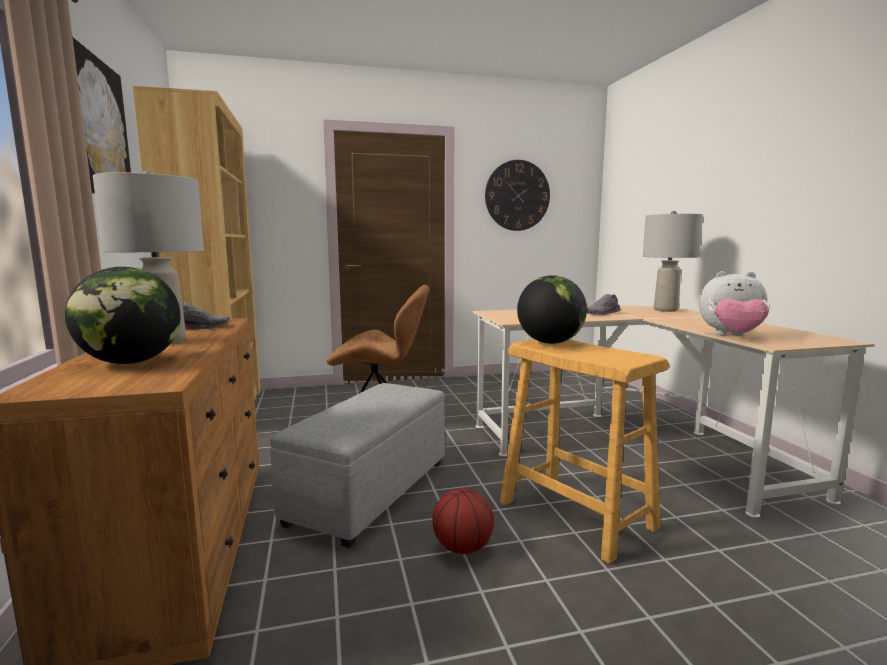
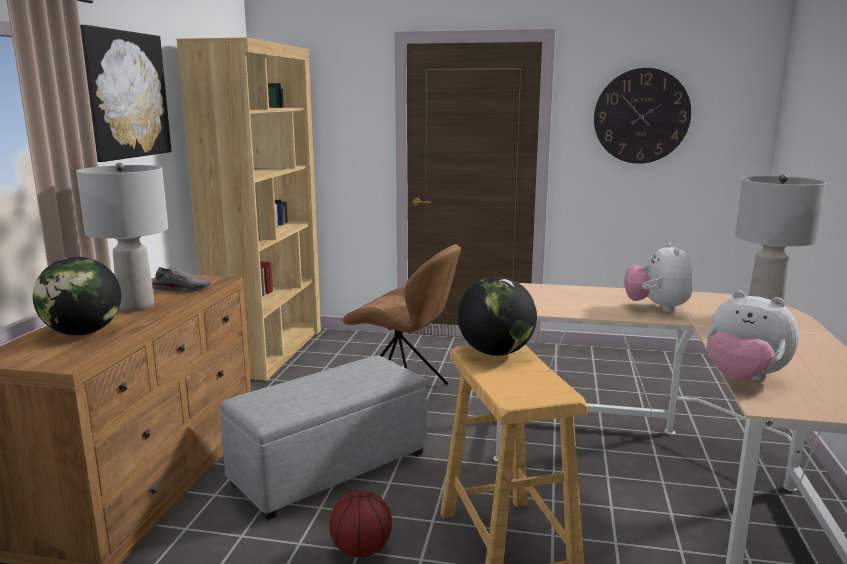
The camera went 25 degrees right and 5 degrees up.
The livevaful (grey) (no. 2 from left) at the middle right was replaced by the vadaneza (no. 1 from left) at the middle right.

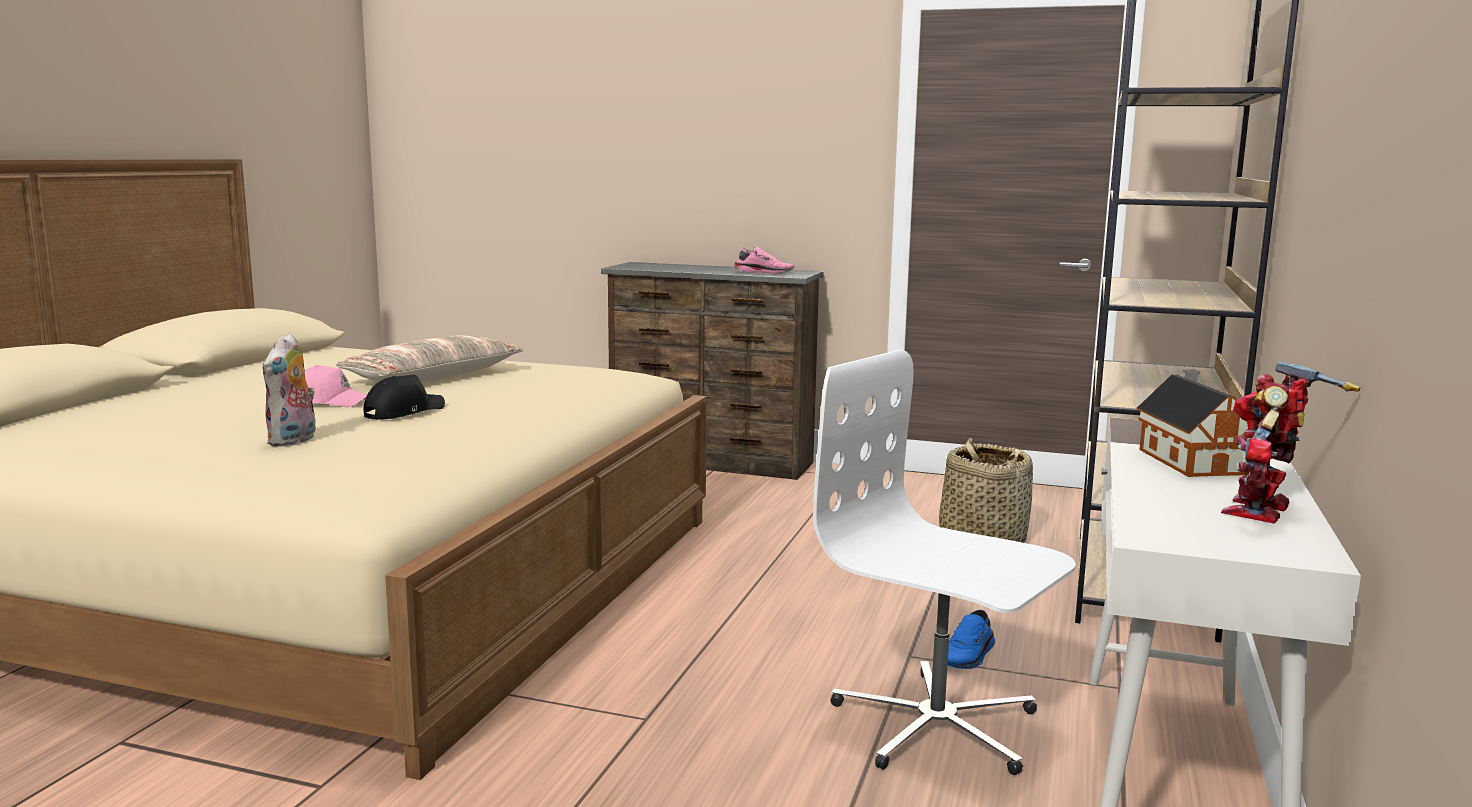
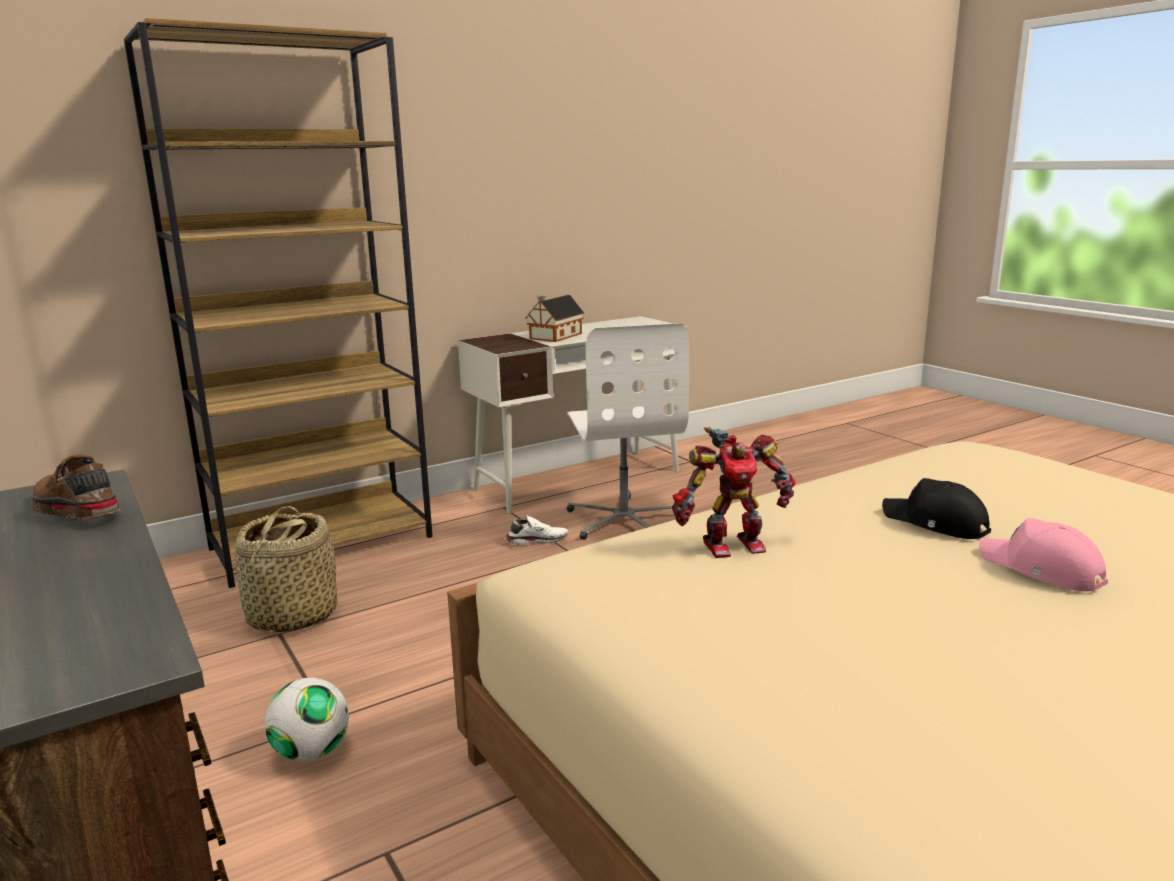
The camera went 140 degrees left and 5 degrees up.
The vadaneza at the middle left disappeared.
The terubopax at the middle left disappeared.
The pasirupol at the bottom left appeared.
The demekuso moved from the middle right to the centre.
The livevaful (pink) at the top centre became the livevaful (brown) at the middle left.
The livevaful (blue) at the bottom centre became the livevaful (white) at the centre.
The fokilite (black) at the middle left turned 60 degrees clockwise.

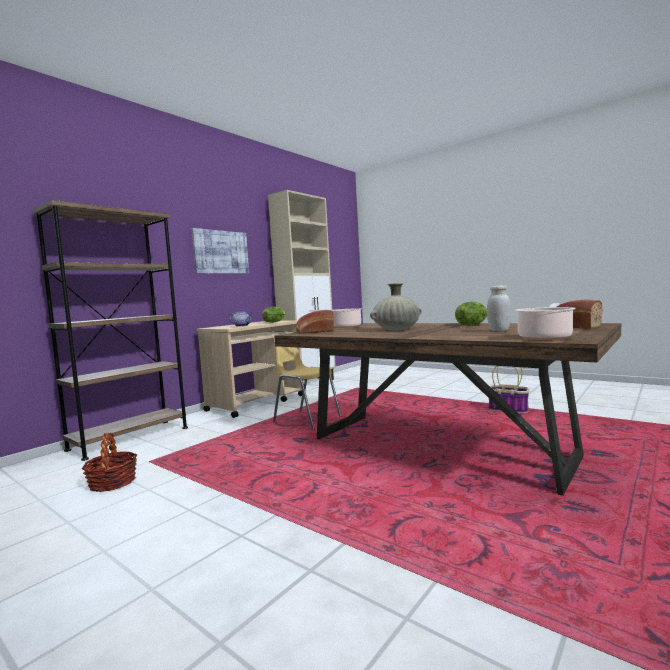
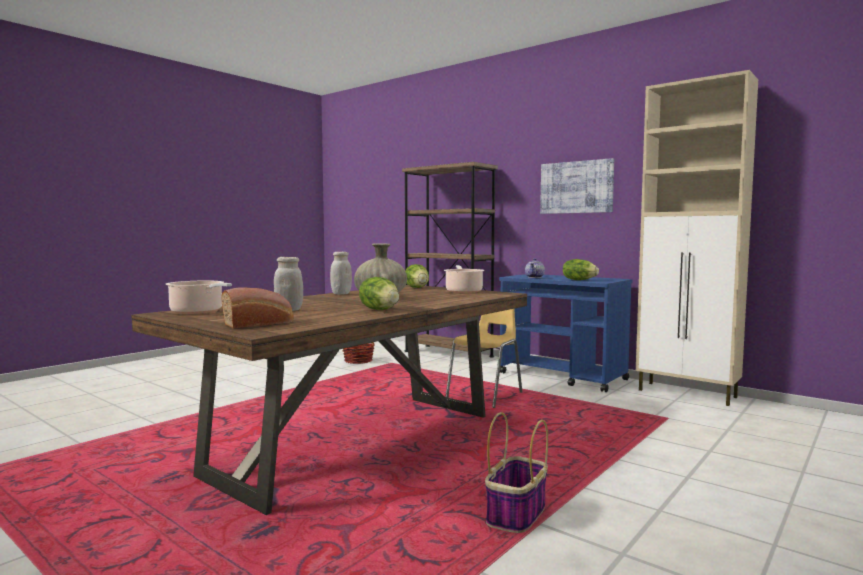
The camera went 90 degrees right and 0 degrees up.
The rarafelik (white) (no. 2 from left) at the centre appeared.
The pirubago (no. 1 from left) at the centre was replaced by the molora (no. 2 from left) at the centre.
The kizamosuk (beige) at the centre became the kizamosuk (blue) at the centre.

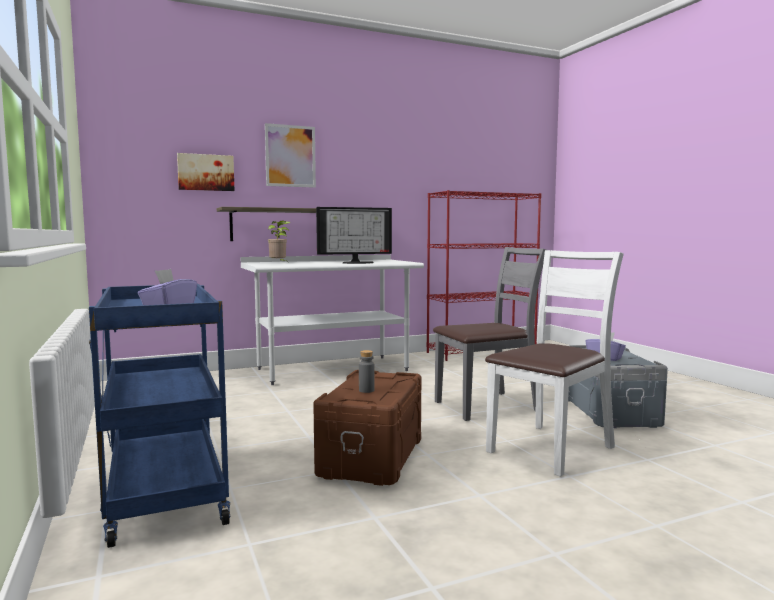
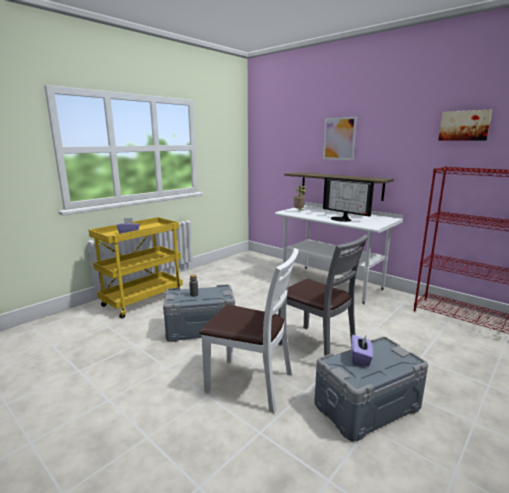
The camera went 65 degrees right and 10 degrees up.
The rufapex (no. 1 from left in the first image) moved from the top left to the top right.
The kizamosuk (blue) at the bottom left became the kizamosuk (yellow) at the middle left.
The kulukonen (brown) at the bottom centre became the kulukonen (grey) (no. 1 from left) at the centre.

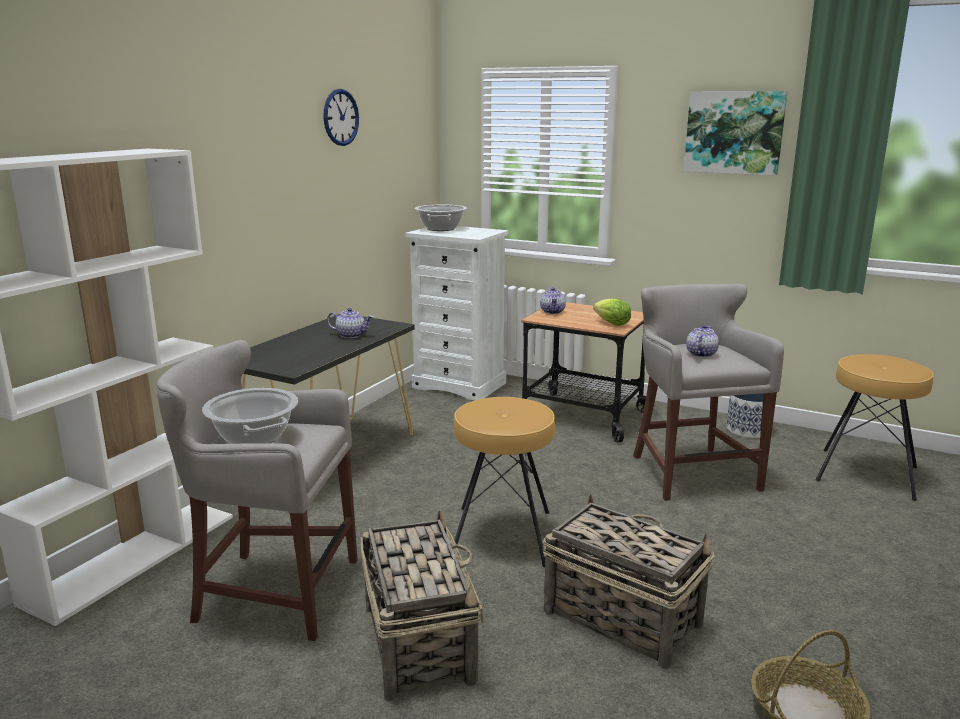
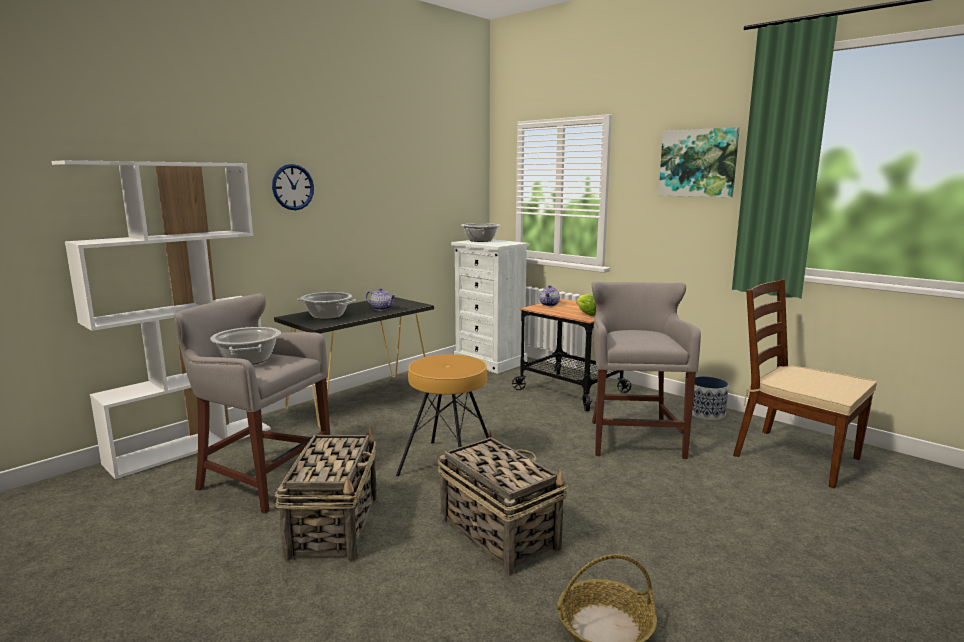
The camera went 15 degrees right and 5 degrees down.
The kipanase (no. 3 from left) at the middle right disappeared.
The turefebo (no. 2 from left) at the centre appeared.
The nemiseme moved from the top centre to the top left.
The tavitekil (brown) (no. 2 from left) at the middle right was replaced by the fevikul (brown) at the middle right.

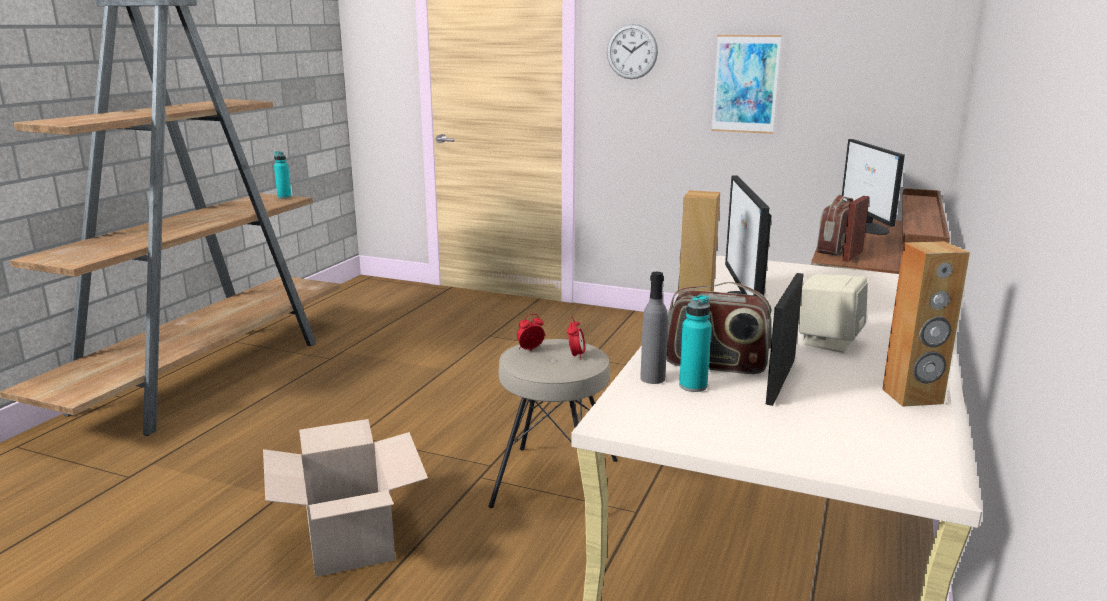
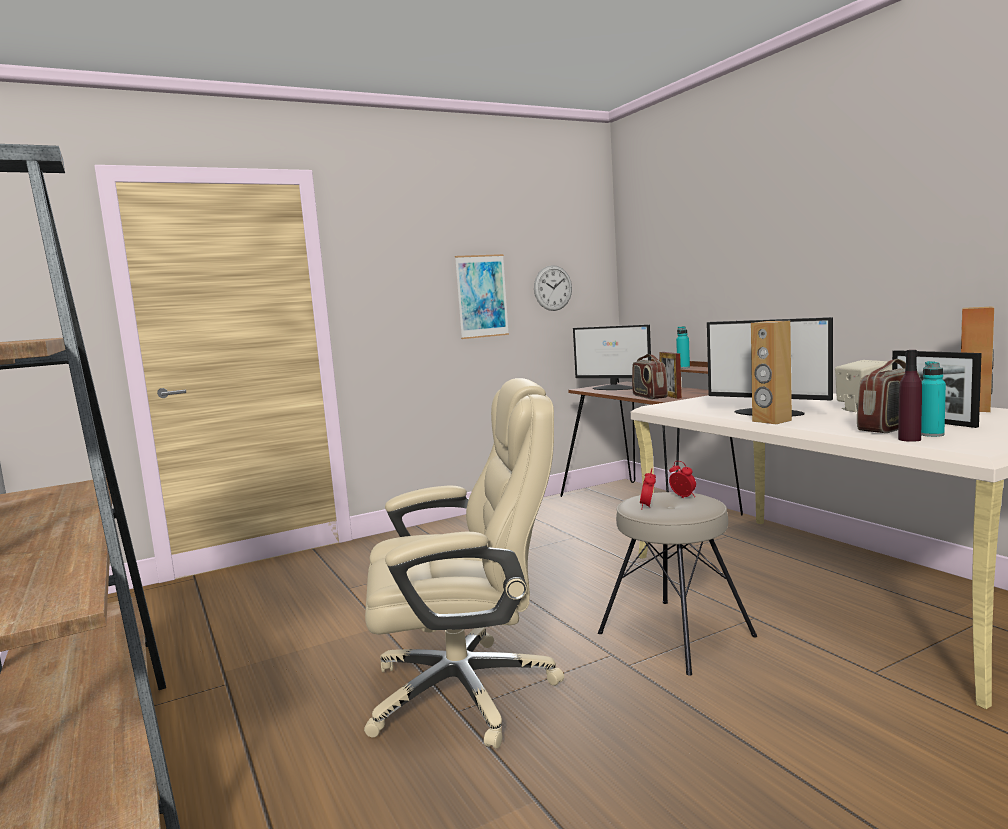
The camera went 50 degrees left and 10 degrees down.
The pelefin at the bottom left disappeared.
The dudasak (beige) at the bottom centre appeared.
The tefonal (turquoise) (no. 1 from left) moved from the top left to the middle right.
The nemiseme moved from the top centre to the centre.
The tefonal (grey) at the centre became the tefonal (purple) at the middle right.

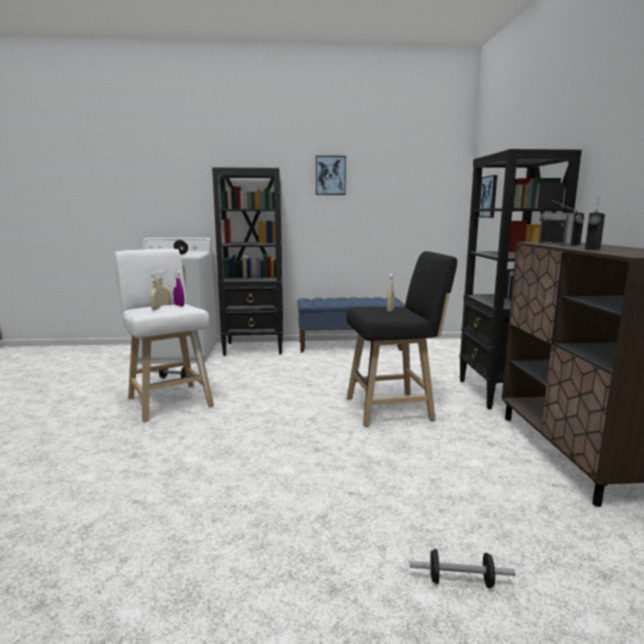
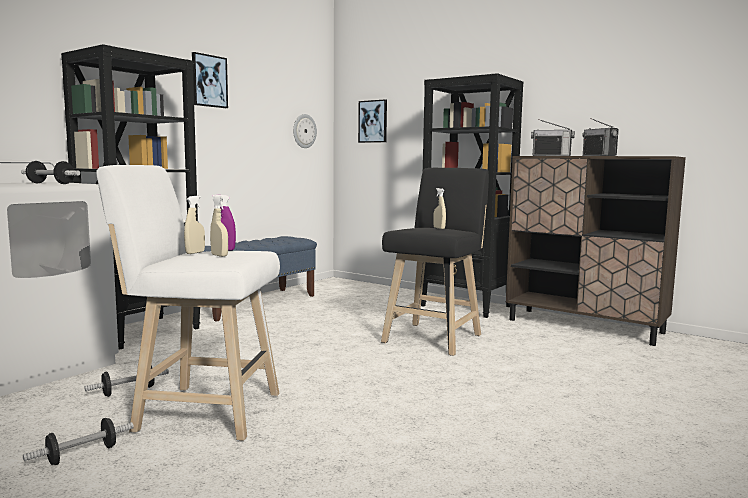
The camera went 50 degrees left and 5 degrees down.
The nemiseme at the top centre appeared.
The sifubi (no. 3 from left in the first image) moved from the bottom right to the bottom left.

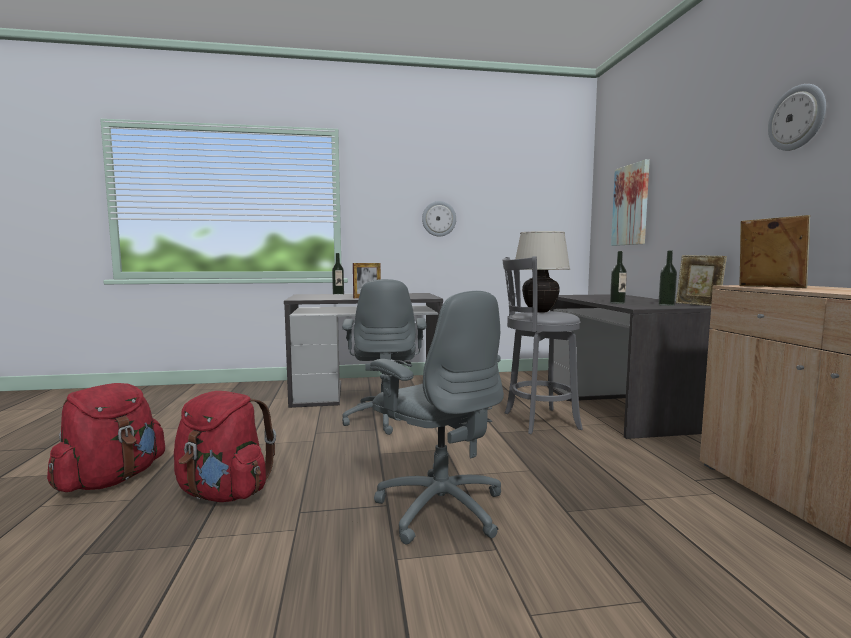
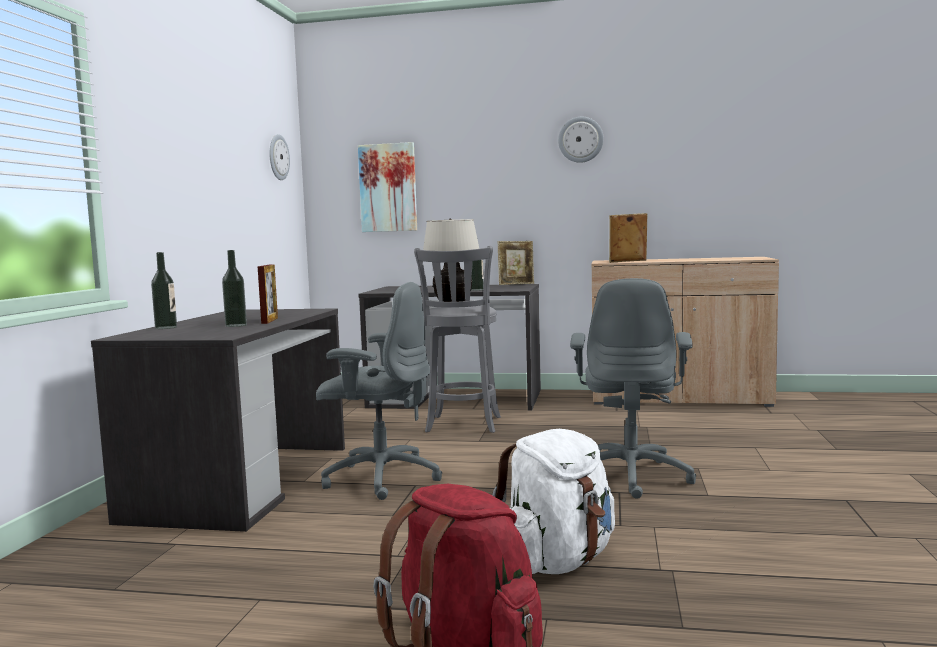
The camera went 70 degrees left and 0 degrees up.
The nemiseme (no. 1 from left) moved from the centre to the top left.
The tefonal (no. 3 from left in the first image) moved from the middle right to the middle left.
The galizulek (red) (no. 2 from left) at the bottom left became the galizulek (white) at the bottom centre.
The dudasak (grey) (no. 2 from left) at the centre turned 120 degrees clockwise.

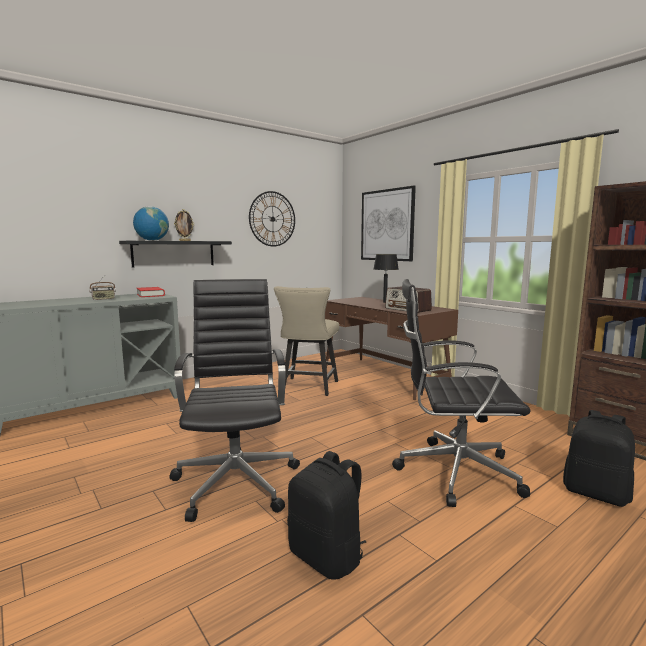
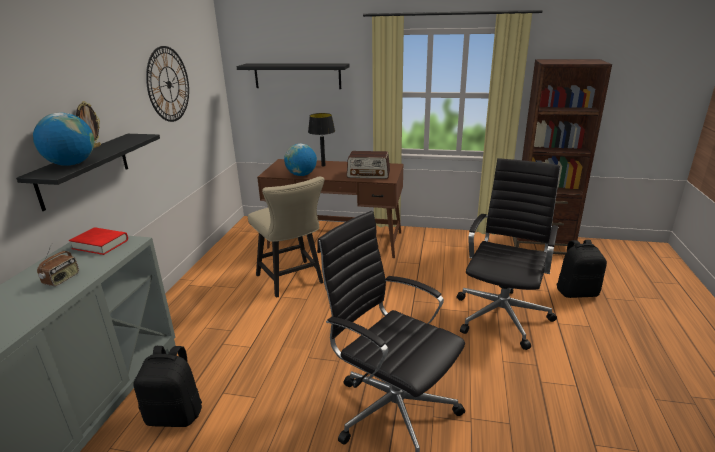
The camera went 40 degrees left and 15 degrees up.
The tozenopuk (no. 2 from left) at the centre appeared.
The galizulek (black) (no. 1 from left) moved from the bottom centre to the bottom left.
The rufapex at the centre was replaced by the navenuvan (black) (no. 2 from left) at the top centre.
The dudasak (black) (no. 2 from left) at the middle right turned 150 degrees clockwise.

